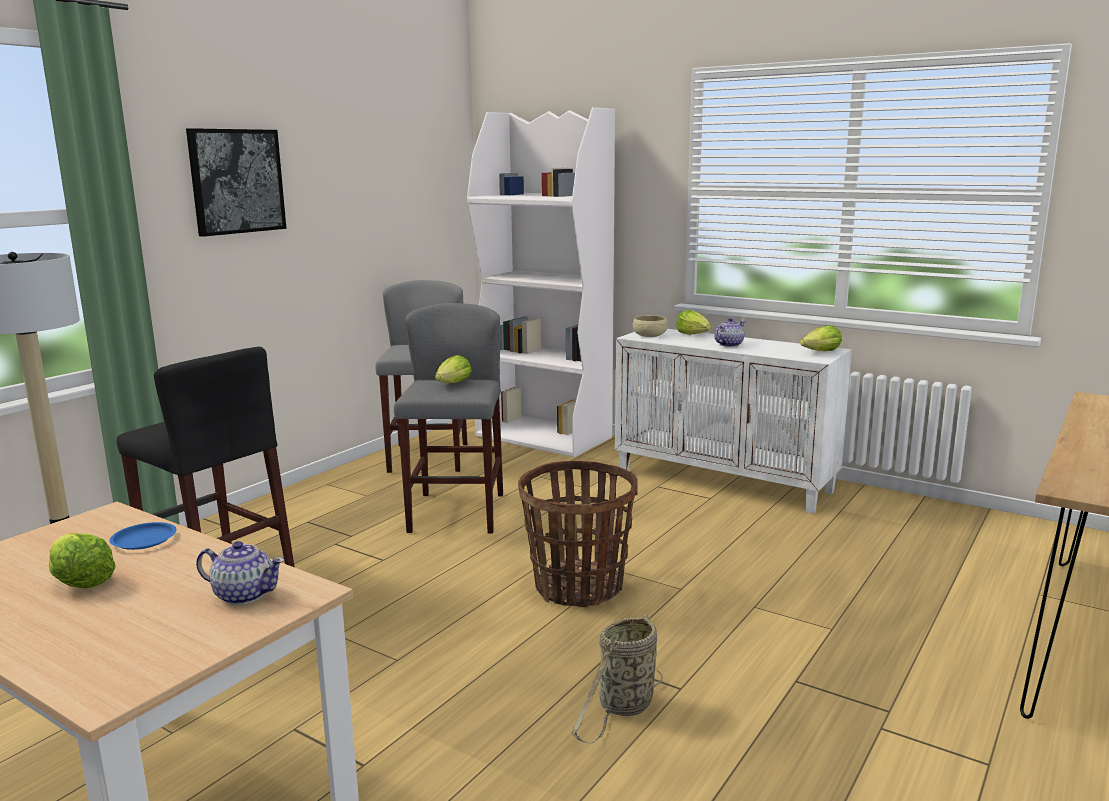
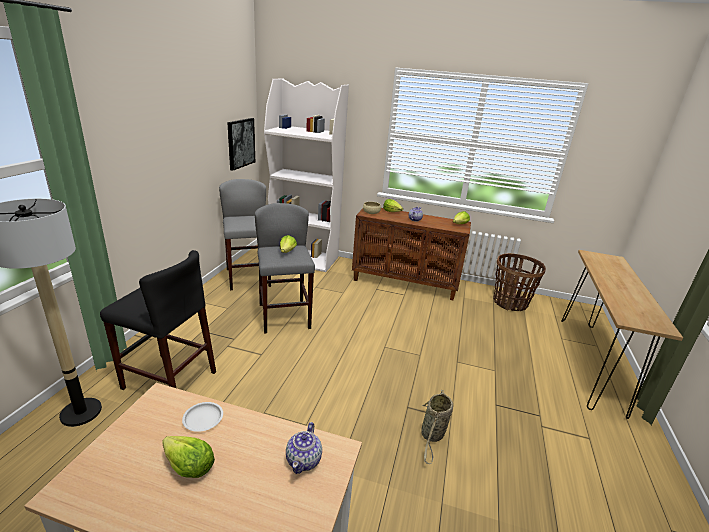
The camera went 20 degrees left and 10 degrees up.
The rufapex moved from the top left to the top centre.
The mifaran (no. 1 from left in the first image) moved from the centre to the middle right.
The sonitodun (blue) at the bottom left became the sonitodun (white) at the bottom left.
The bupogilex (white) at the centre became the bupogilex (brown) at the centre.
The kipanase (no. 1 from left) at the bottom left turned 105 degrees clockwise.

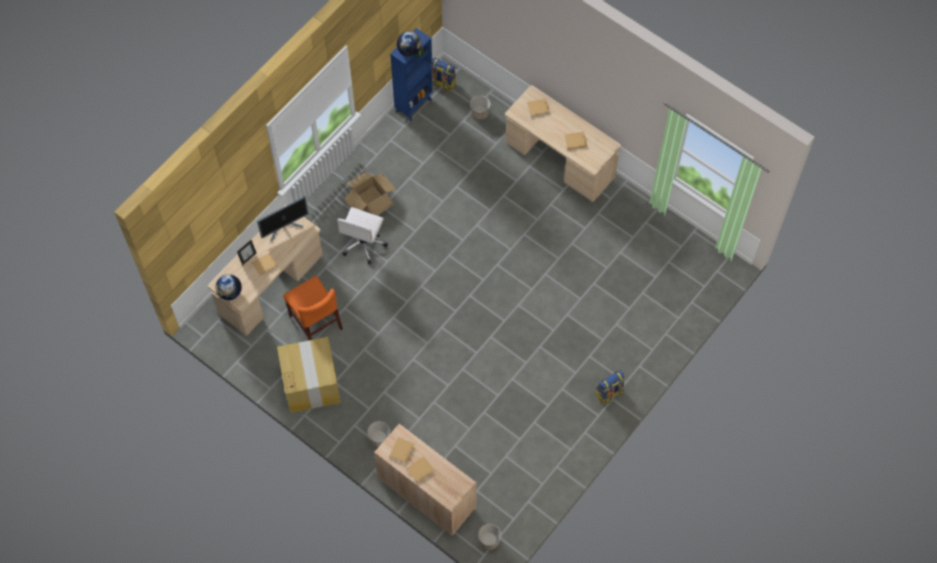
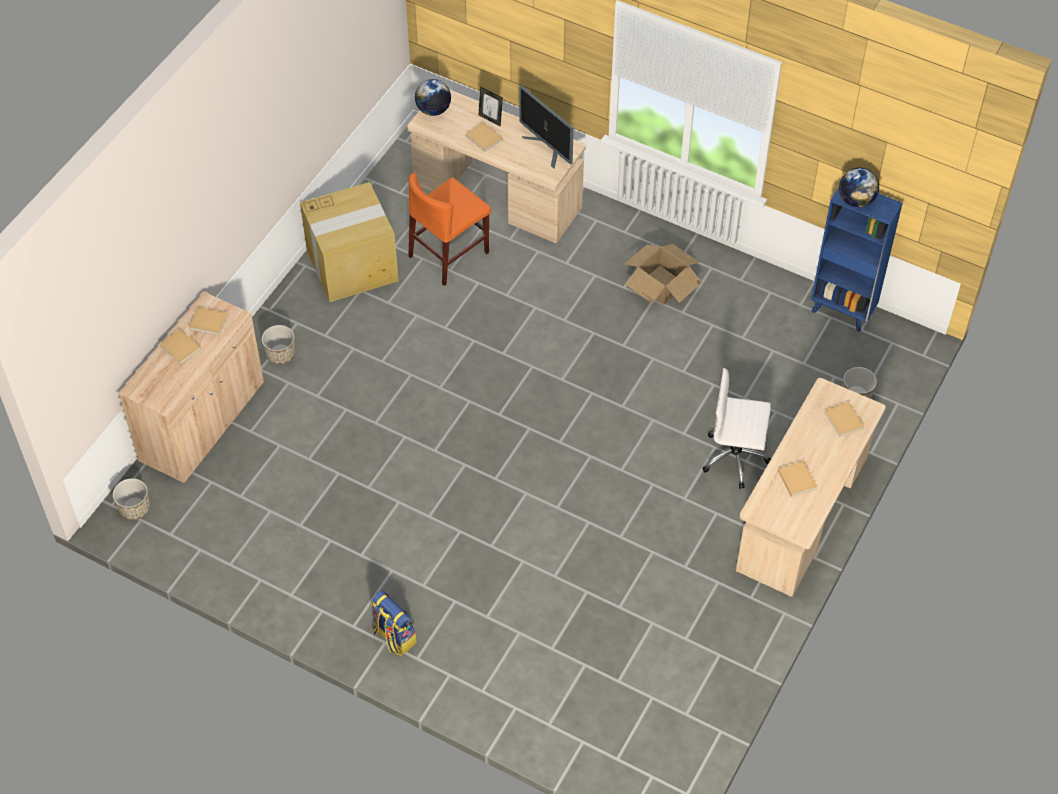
The camera went 80 degrees right and 10 degrees down.
The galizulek (no. 1 from left) at the top centre disappeared.
The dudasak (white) moved from the centre to the middle right.

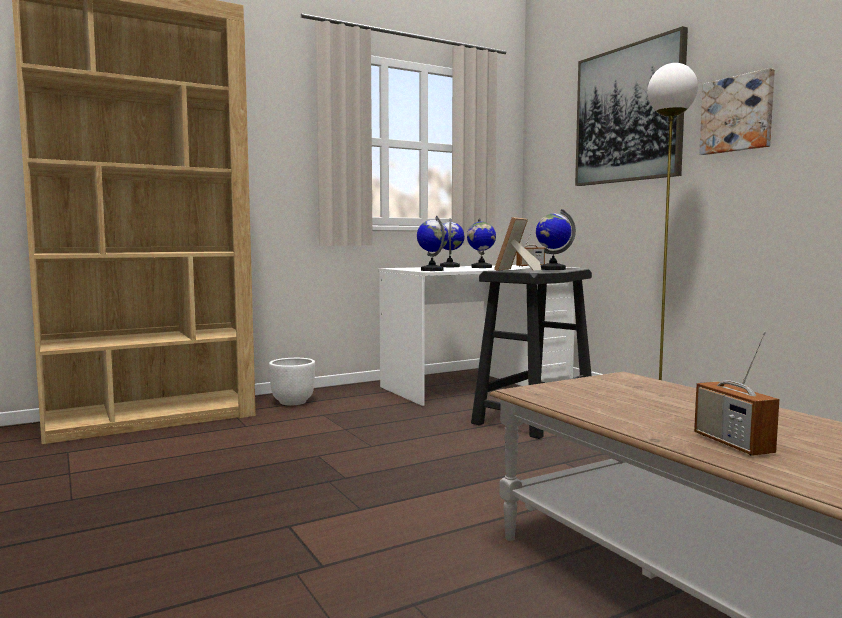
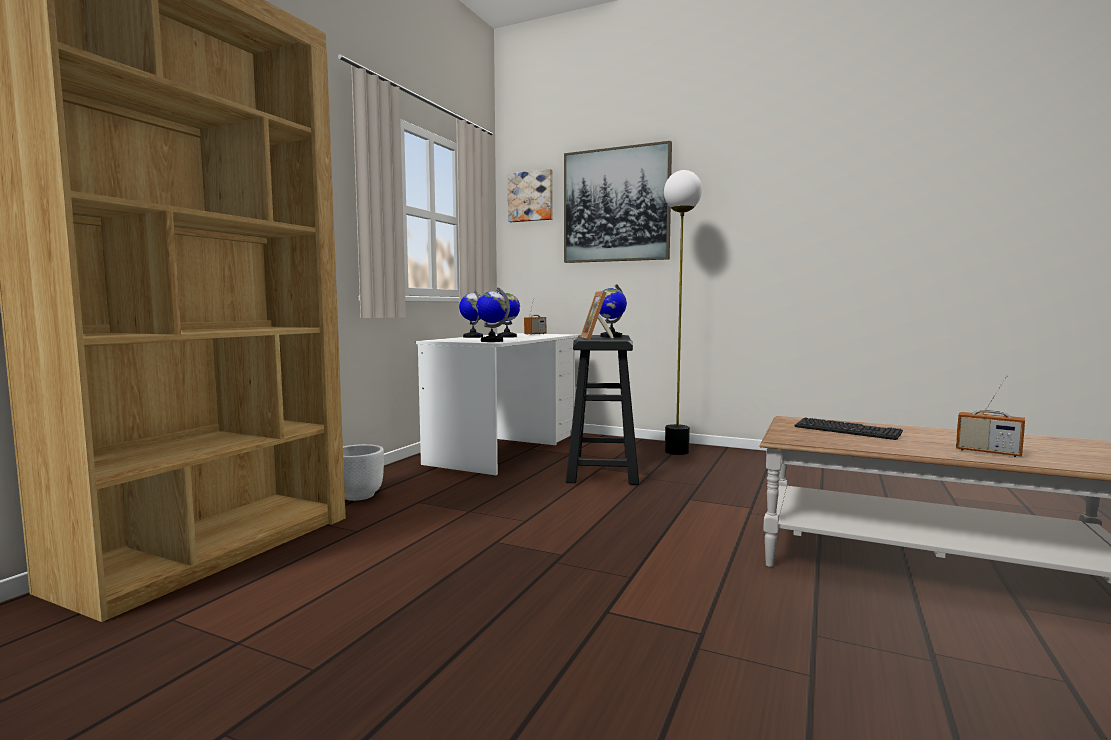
The camera went 35 degrees left and 0 degrees up.
The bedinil at the middle right appeared.
The rufapex (no. 2 from left in the first image) moved from the top right to the top centre.

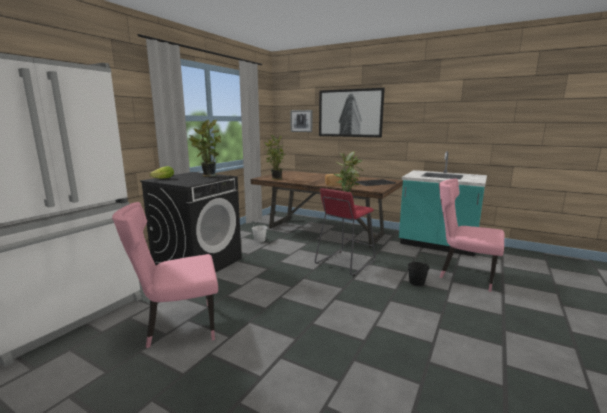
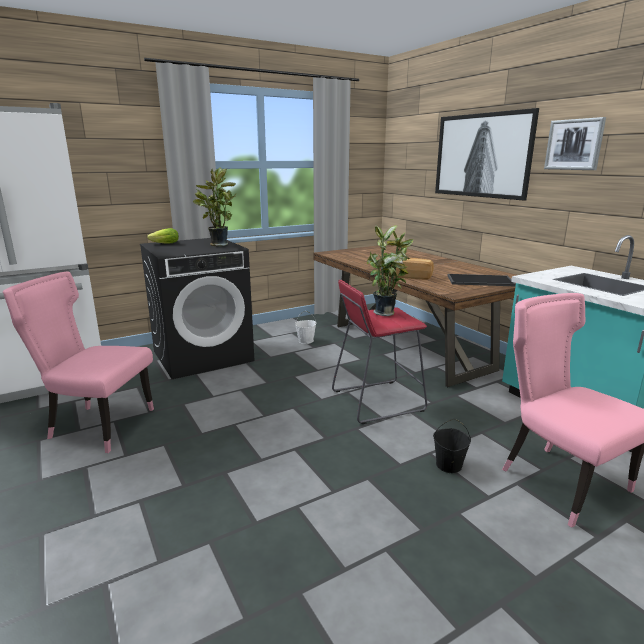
The camera went 30 degrees right and 5 degrees up.
The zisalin (no. 2 from left) at the centre disappeared.
The rufapex (no. 1 from left in the first image) moved from the top centre to the top right.

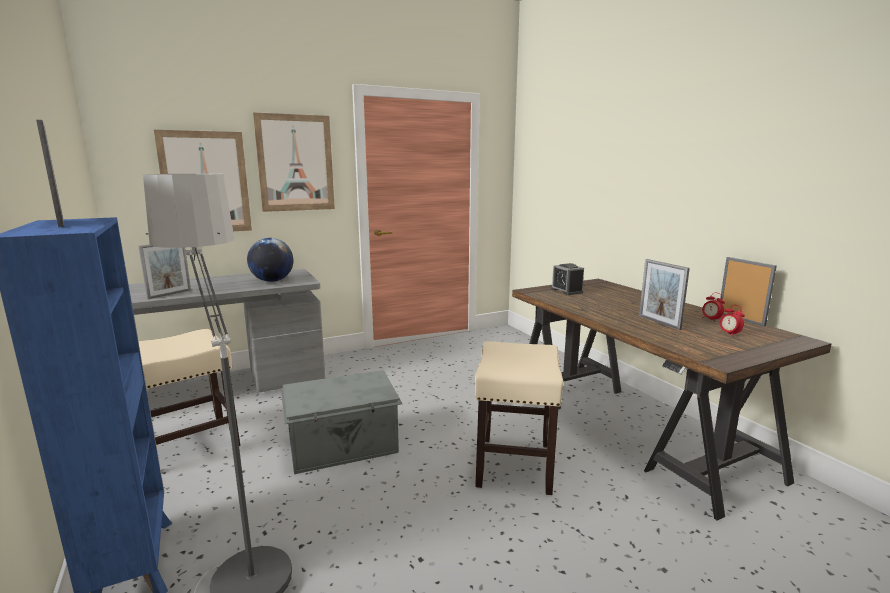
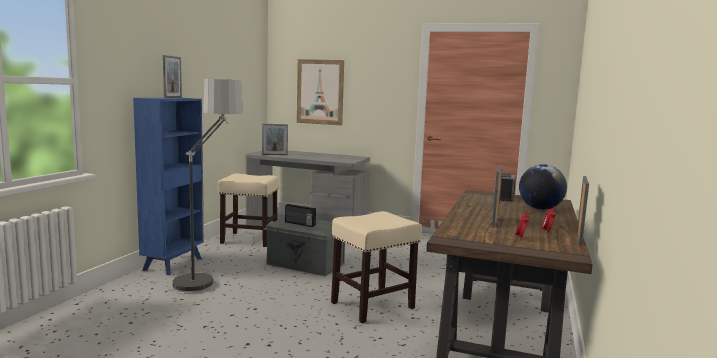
The camera went 45 degrees right and 5 degrees down.
The rufapex (no. 2 from left) at the top left disappeared.
The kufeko at the centre appeared.
The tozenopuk moved from the middle left to the middle right.

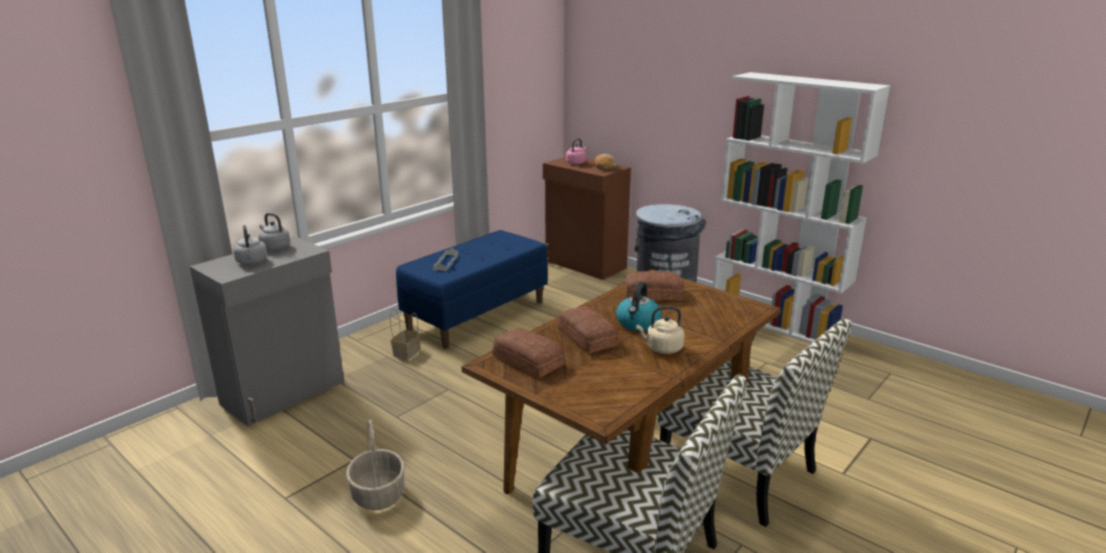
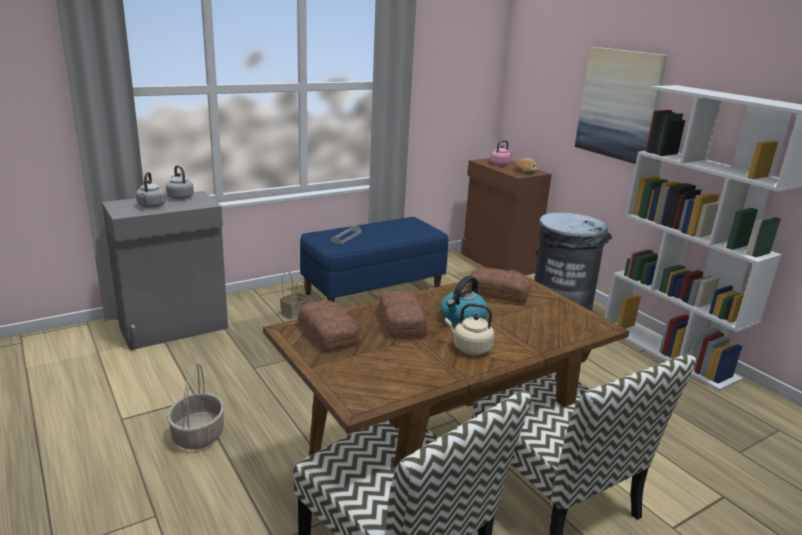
The camera went 15 degrees right and 0 degrees up.
The rufapex at the top right appeared.

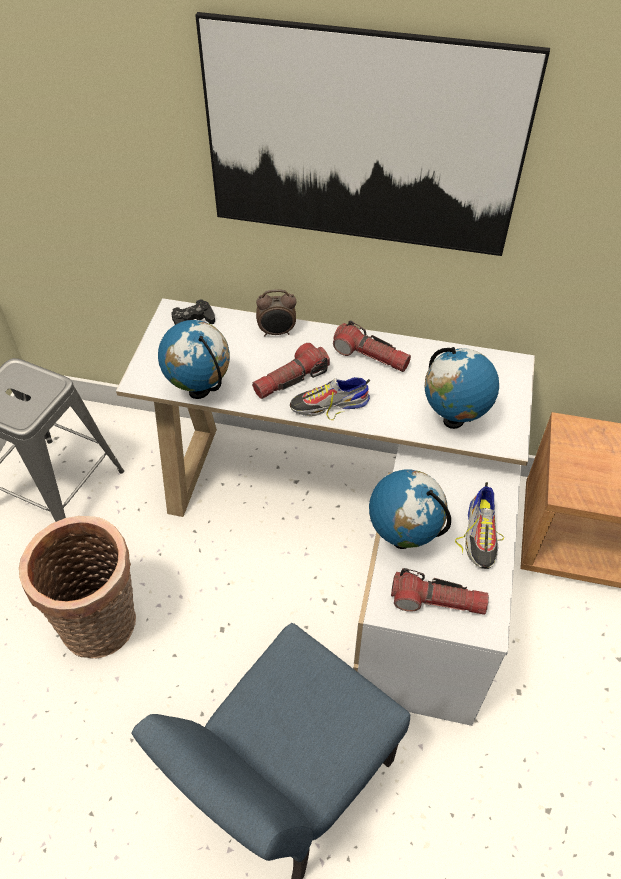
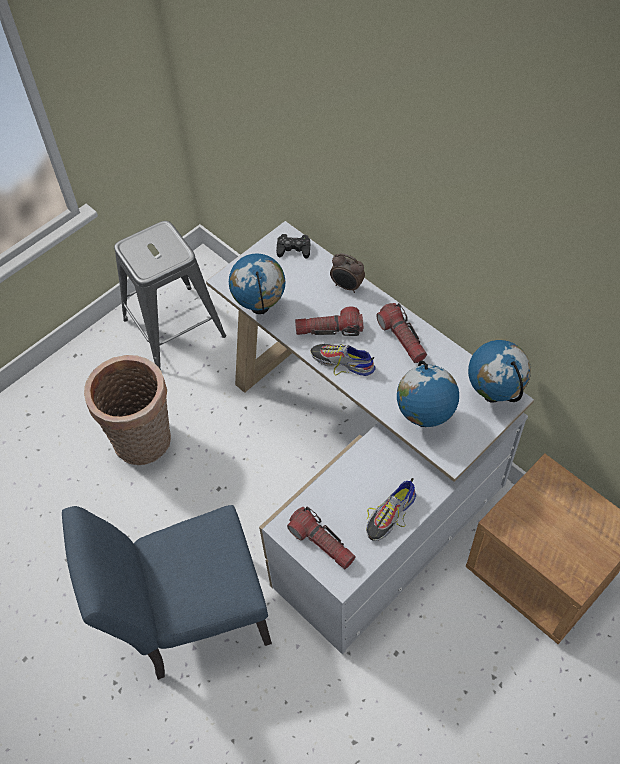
The camera went 35 degrees right and 5 degrees up.
The rufapex at the top centre disappeared.
The tozenopuk (no. 2 from left in the first image) moved from the centre to the middle right.

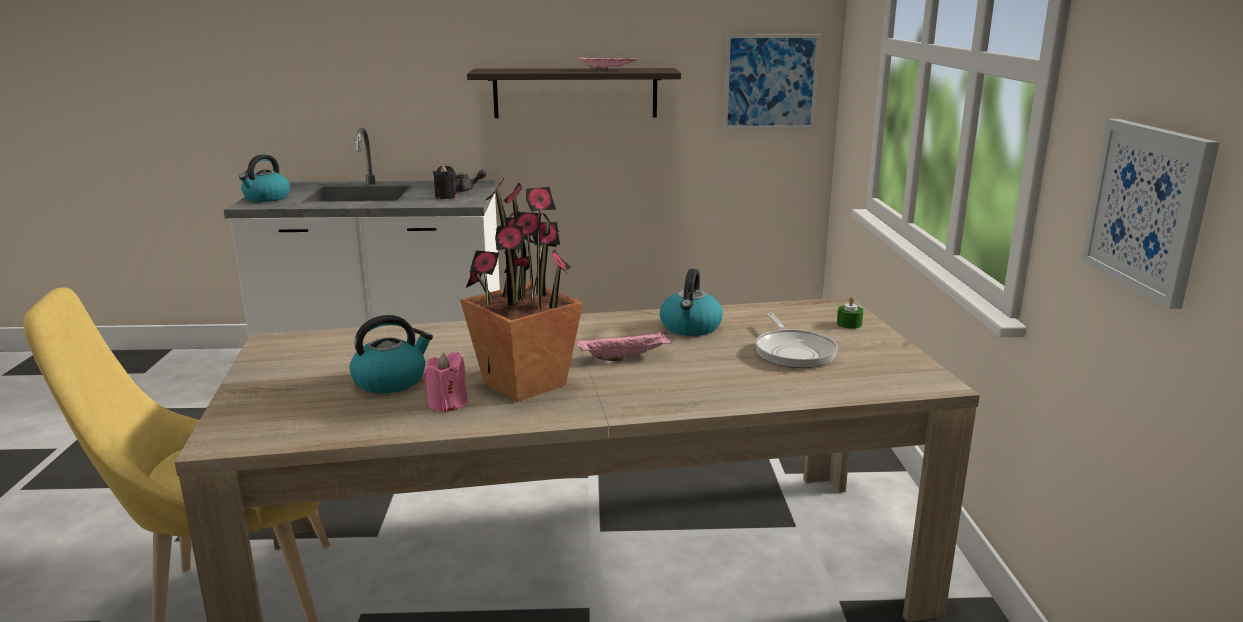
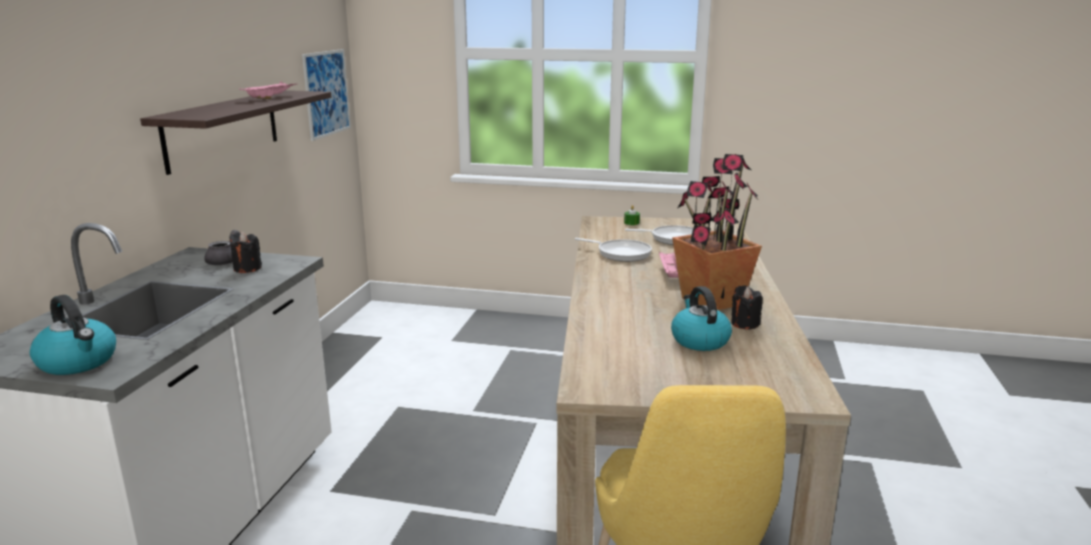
The camera went 75 degrees left and 0 degrees up.
The rufapex (no. 2 from left) at the middle right disappeared.
The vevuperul (no. 3 from left) at the centre was replaced by the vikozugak (no. 1 from left) at the centre.
The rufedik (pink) at the centre became the rufedik (black) (no. 2 from left) at the middle right.

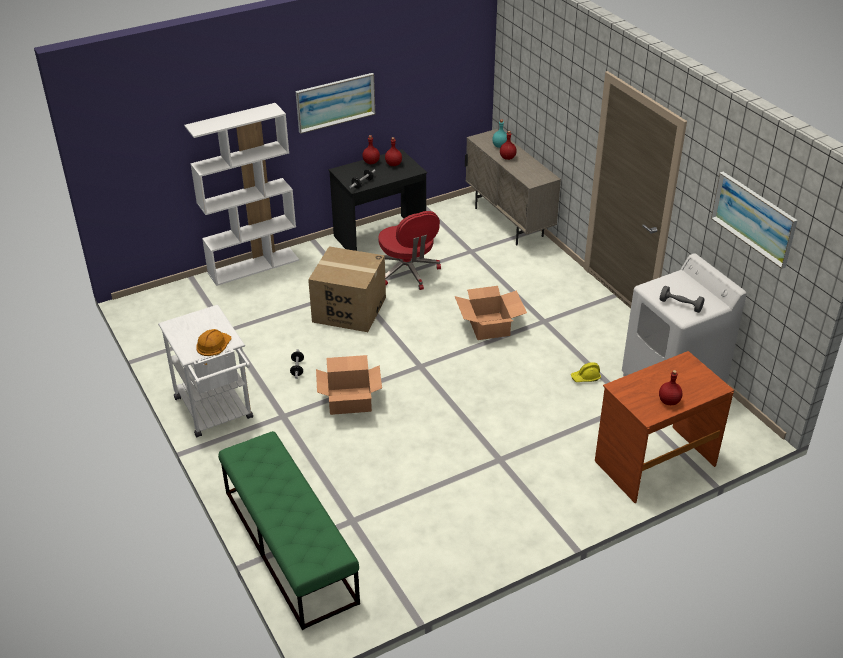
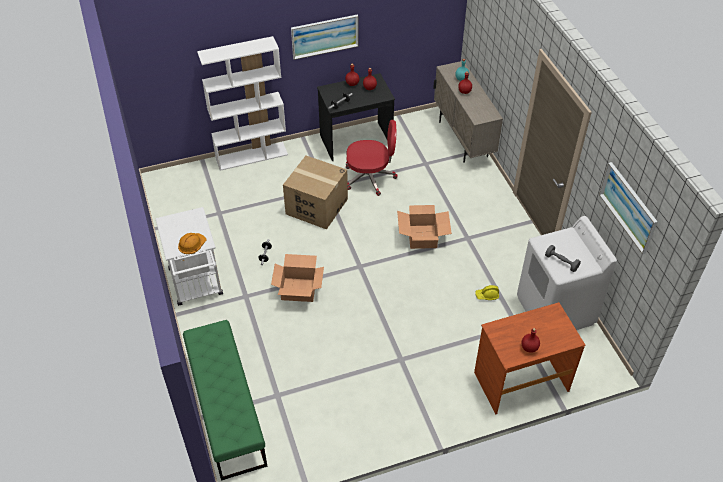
The camera went 10 degrees right and 10 degrees up.
The dudasak (red) at the centre turned 75 degrees counterclockwise.

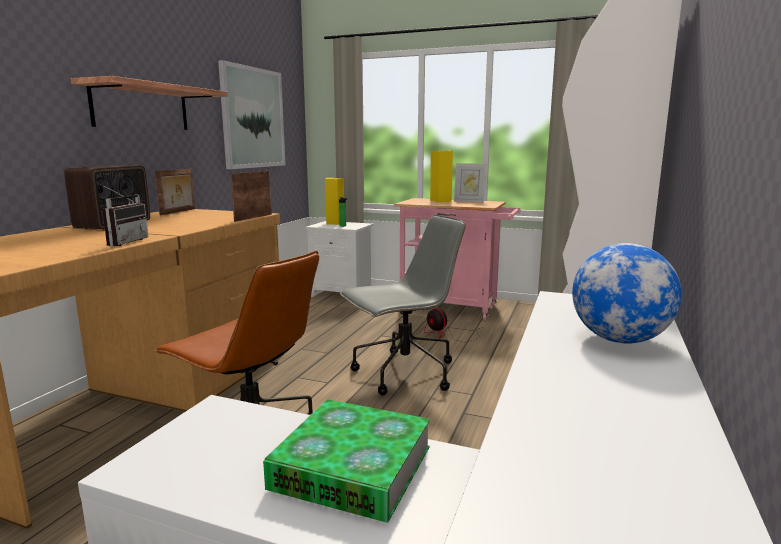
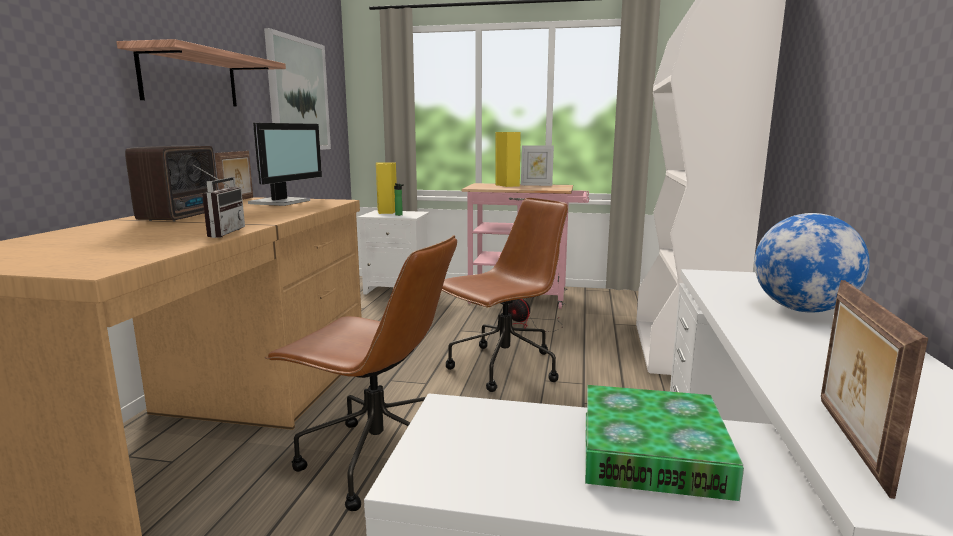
The camera went 10 degrees left and 0 degrees up.
The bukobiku at the top left appeared.
The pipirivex (no. 2 from left in the first image) moved from the middle left to the bottom right.
The dudasak (grey) at the centre became the dudasak (brown) (no. 2 from left) at the centre.

